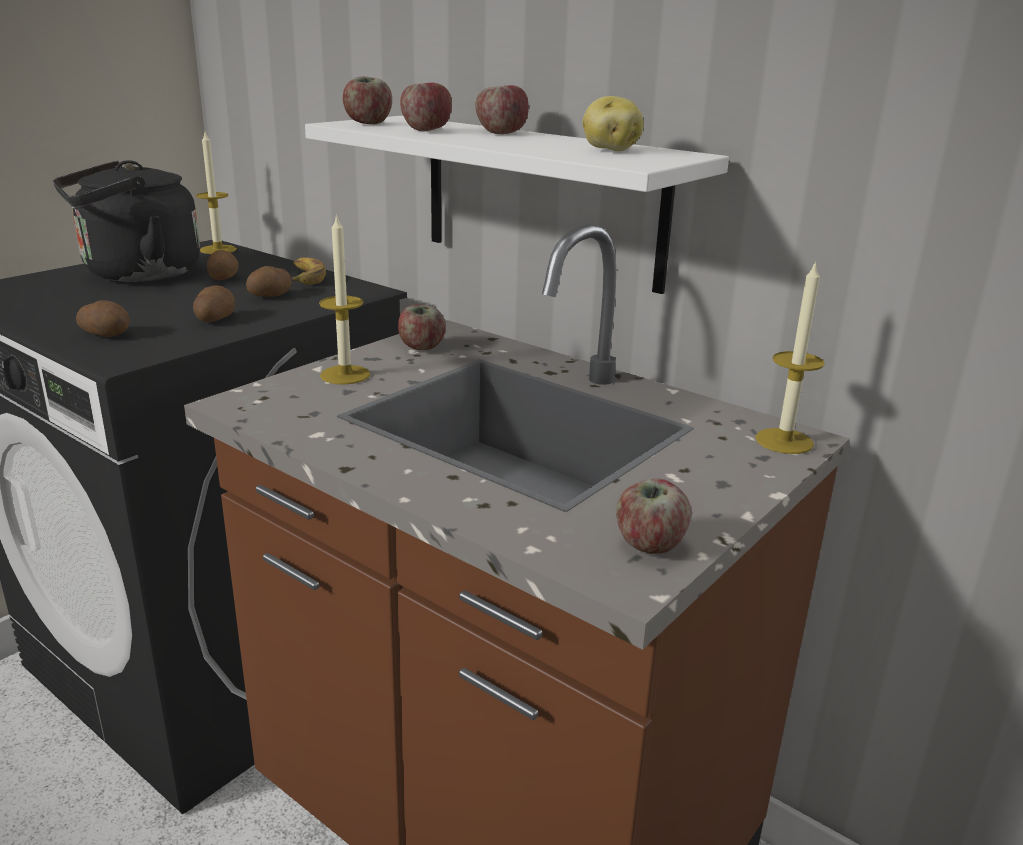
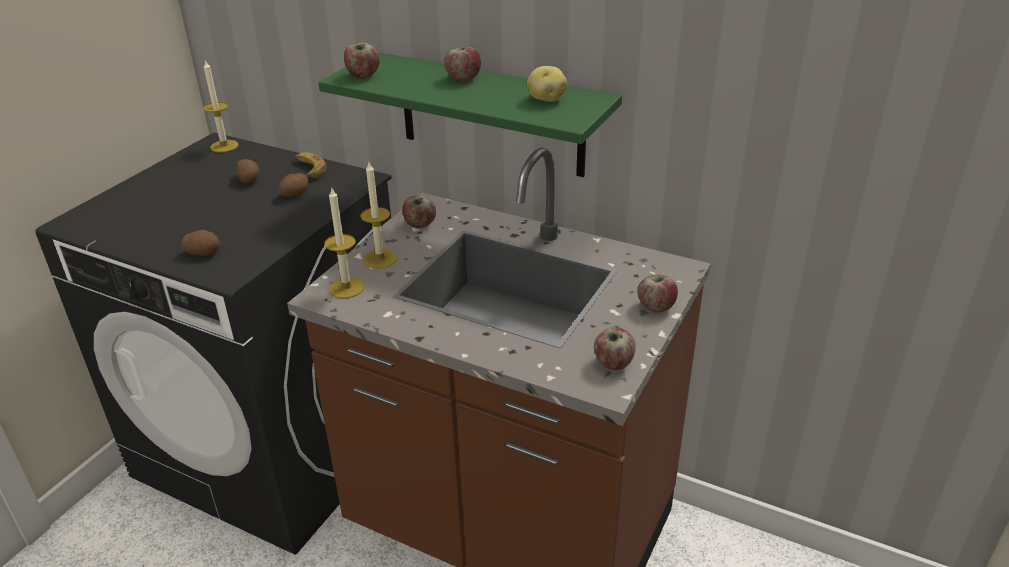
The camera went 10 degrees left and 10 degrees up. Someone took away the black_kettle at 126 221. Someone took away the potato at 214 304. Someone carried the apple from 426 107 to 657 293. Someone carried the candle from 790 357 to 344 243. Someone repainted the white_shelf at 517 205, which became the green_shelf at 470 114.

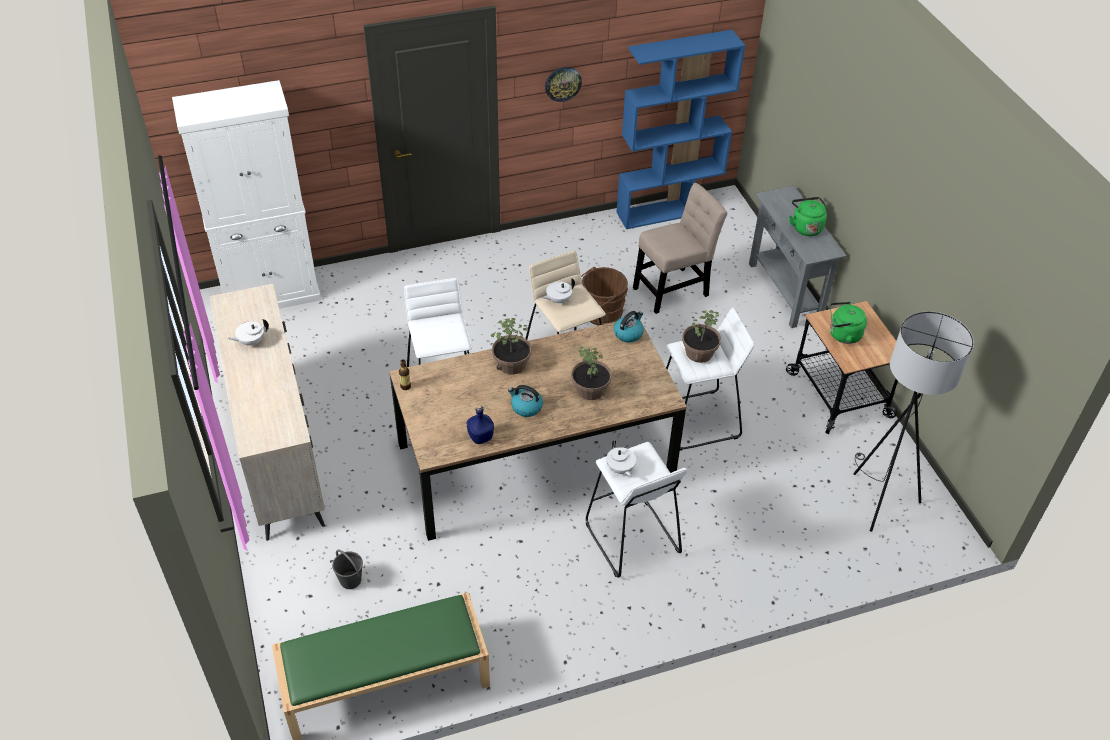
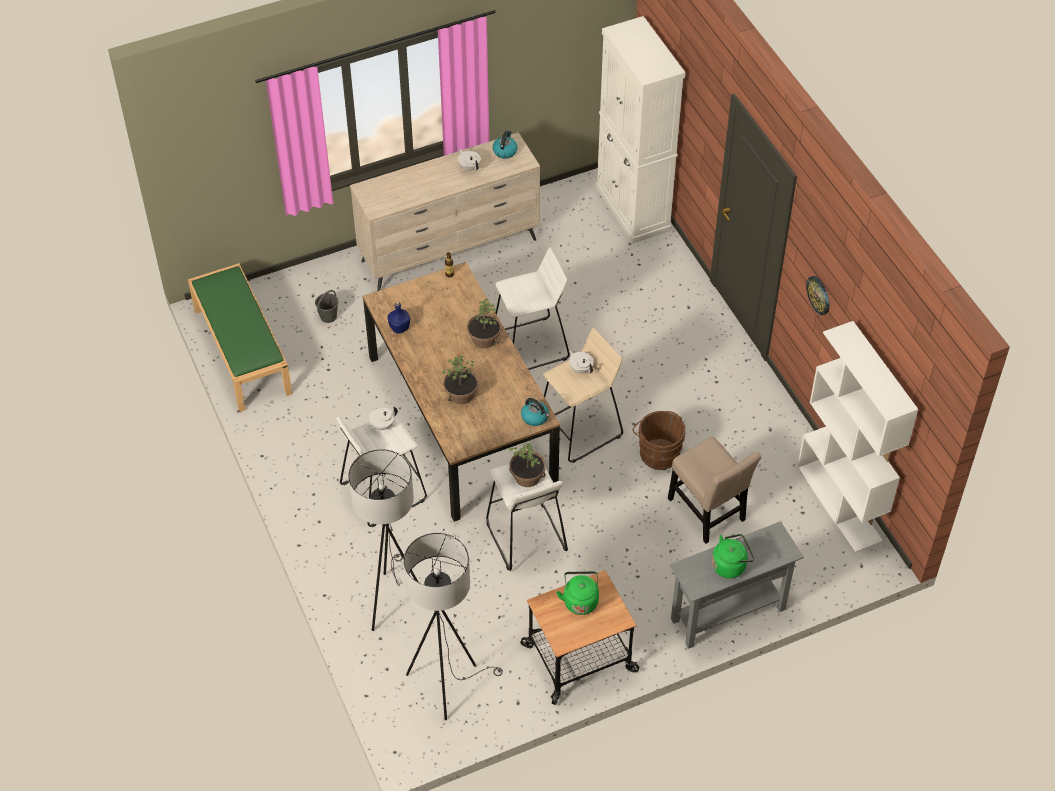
The camera went 85 degrees right and 5 degrees up. Someone put down the grey_floor_lamp at 383 540. Someone carried the kettle from 525 401 to 505 144. Someone repainted the blue_bookcase at 680 129, which became the white_bookcase at 857 437.

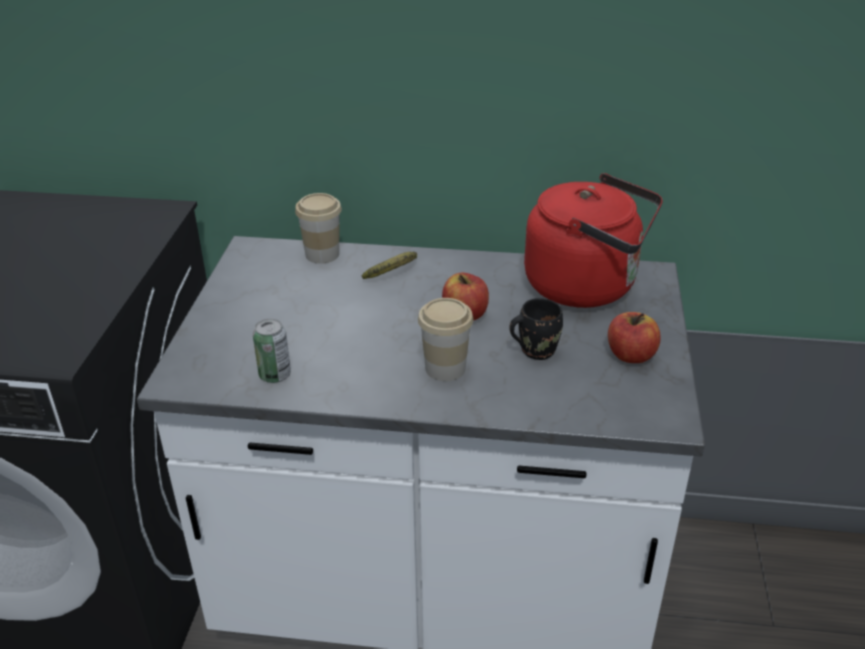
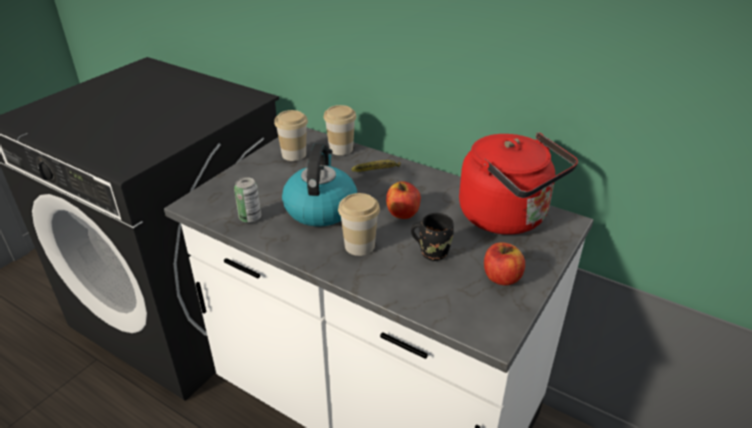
The camera went 25 degrees right and 0 degrees up. Someone put down the cup at 291 135. Someone put down the kettle at 319 184.

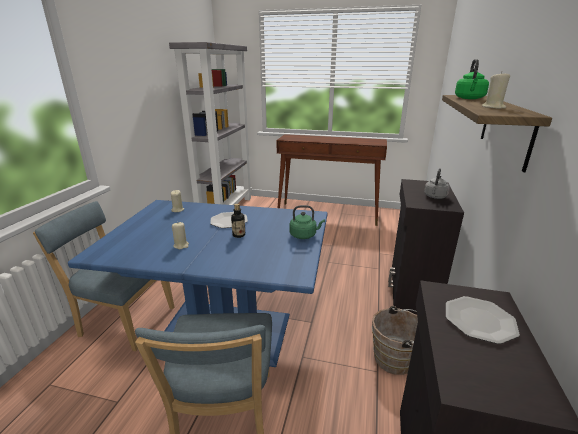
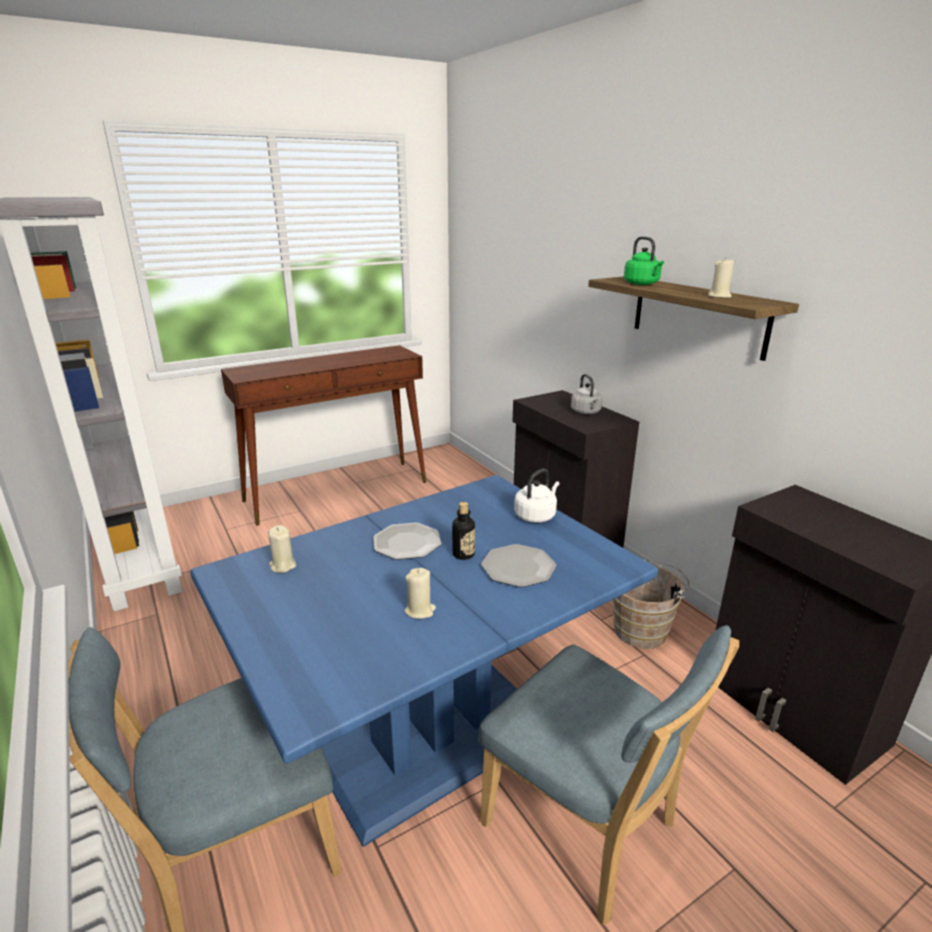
The camera went 45 degrees left and 0 degrees up. Someone carried the plate from 483 320 to 518 565. Someone repainted the green_kettle at 307 222, which became the white_kettle at 536 496.

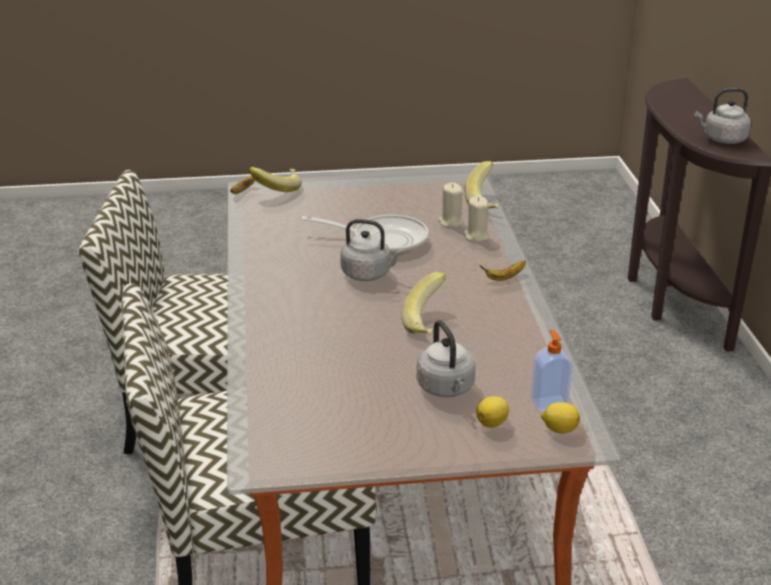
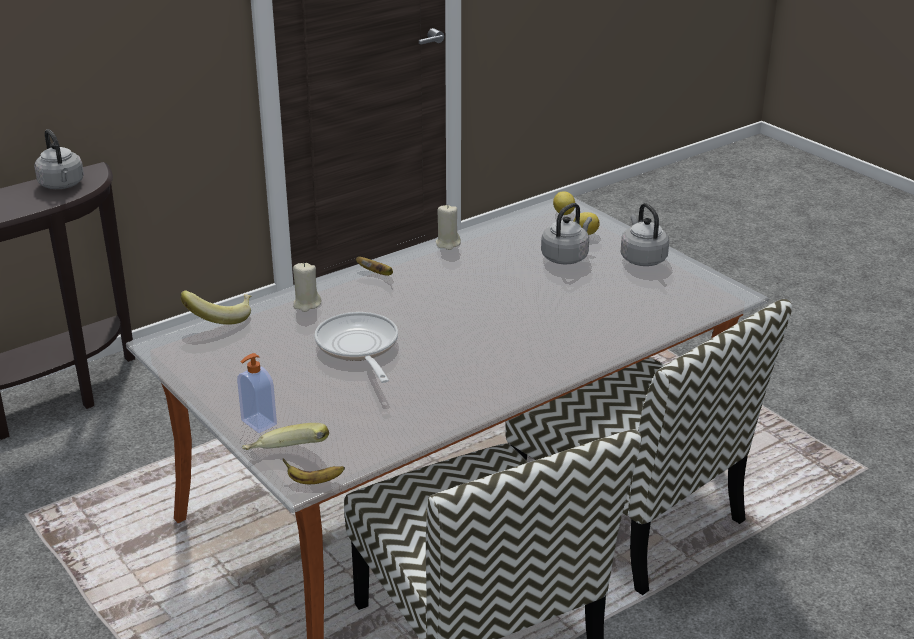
The camera went 120 degrees left and 0 degrees up. Someone took away the banana at 423 303. Someone carried the grey_kettle from 372 250 to 645 234. Someone carried the beige_candle from 451 205 to 448 227. Someone carried the soap_dispenser from 552 371 to 257 393.

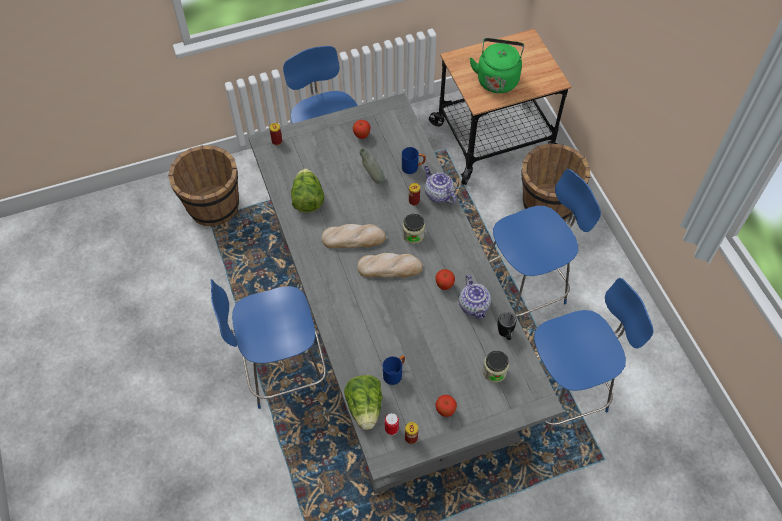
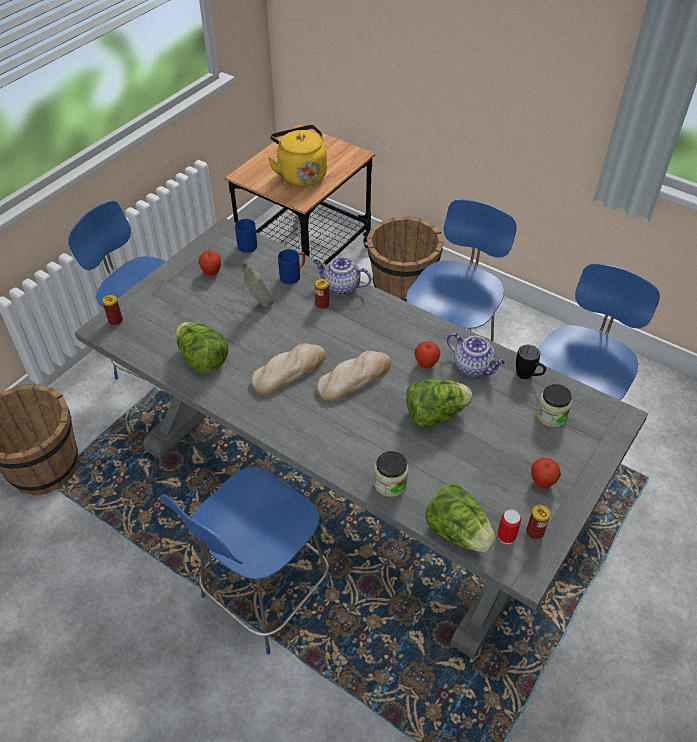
The camera went 35 degrees left and 10 degrees down. Someone put down the lettuce at 439 403. Someone carried the blue_mug from 394 370 to 246 235. Someone carried the jar from 413 229 to 391 474. Someone repainted the green_kettle at 496 65, which became the yellow_kettle at 297 156.

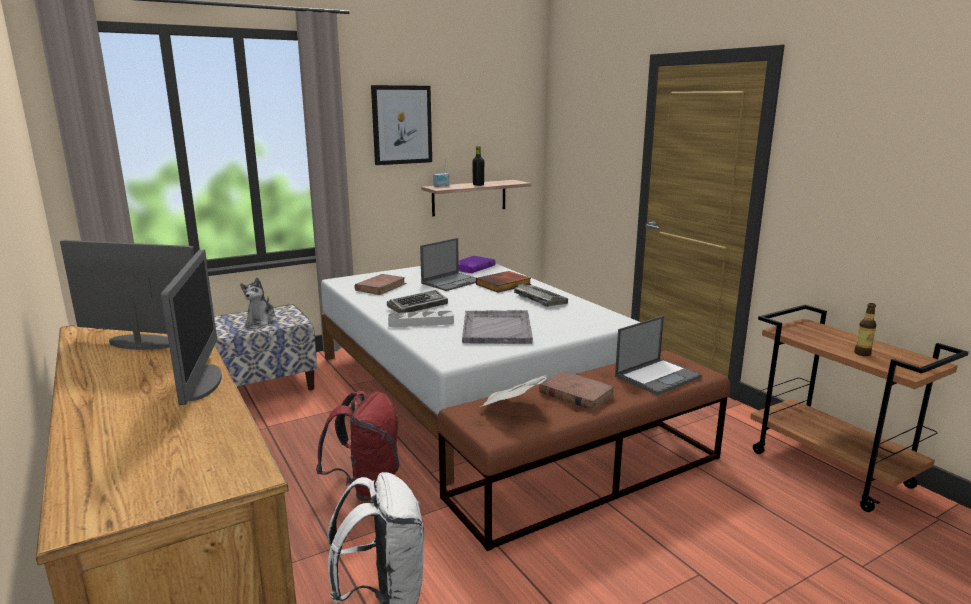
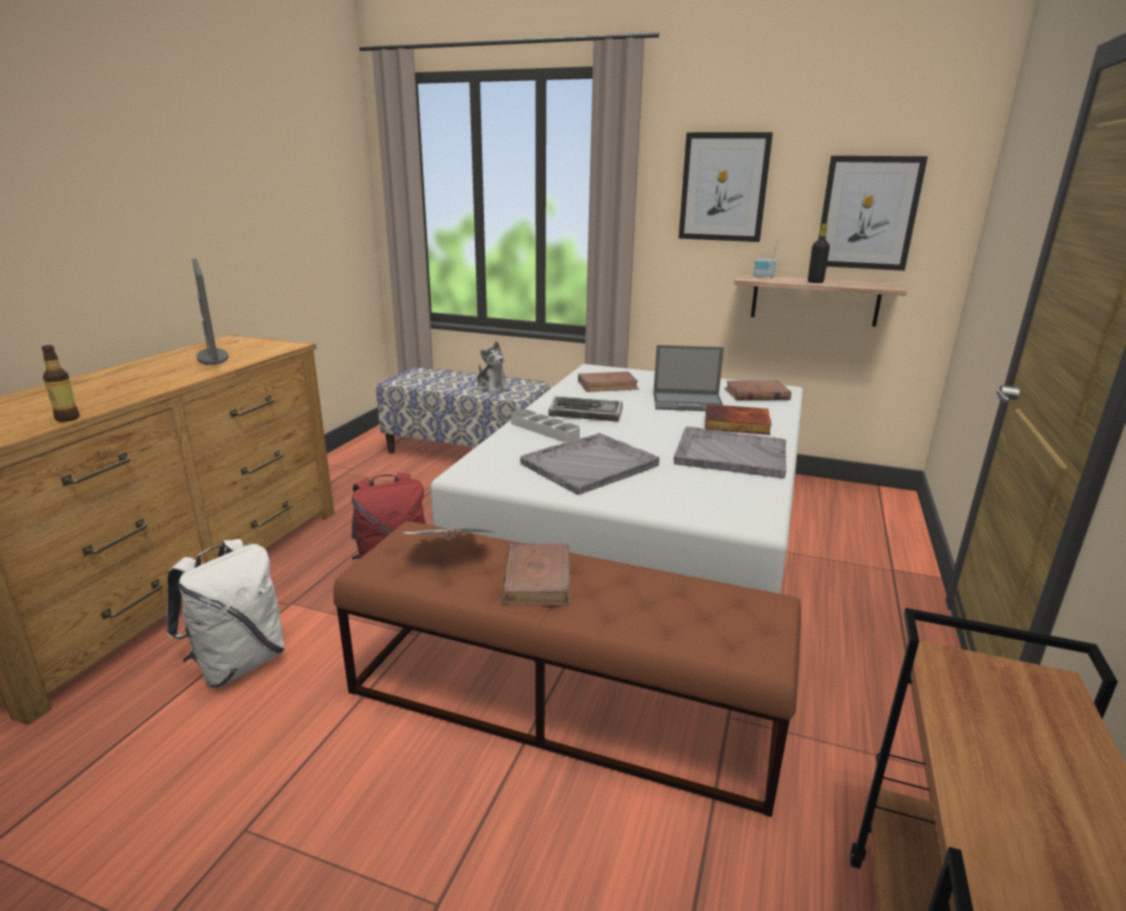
The camera went 50 degrees right and 5 degrees up. Someone took away the monitor at 191 327. Someone took away the laptop at 658 355. Someone put up the picture at 873 213. Someone carried the bottle from 865 329 to 60 383. Someone swapped the keyboard at 541 295 for the grey_tray at 729 452. Someone repainted the purple_book at 477 264, which became the brown_book at 757 390. Someone rotated the plush_toy at 258 302 by 90 degrees counterclockwise.

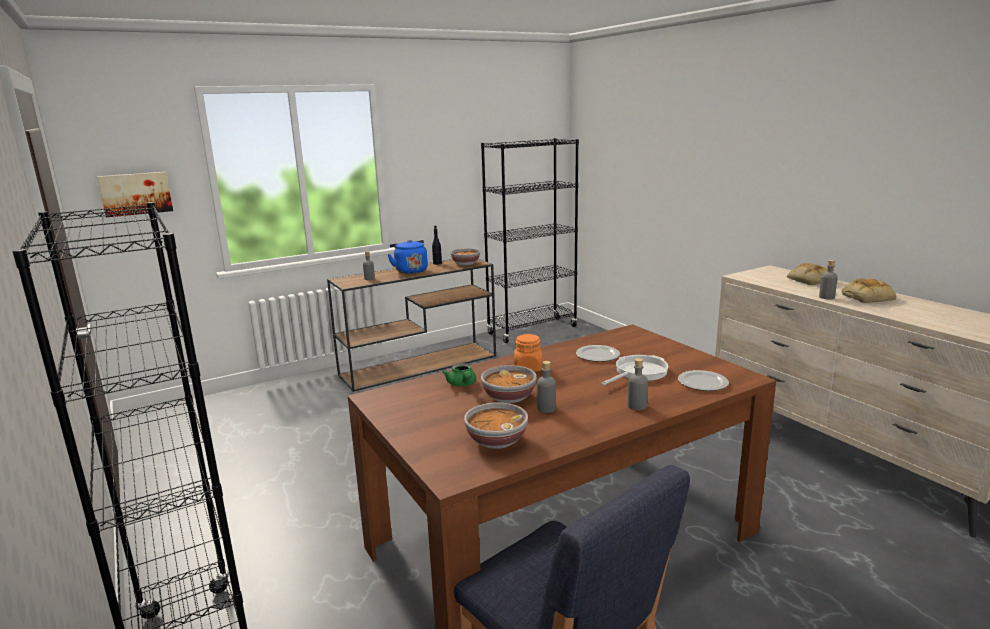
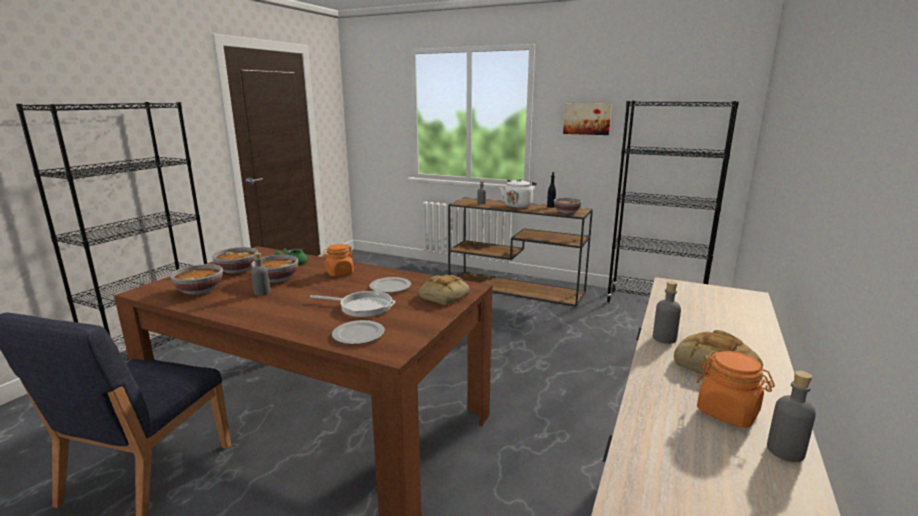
The camera went 55 degrees right and 0 degrees up. Someone put down the bowl at 235 260. Someone put down the orange_jar at 735 389. Someone carried the picture from 135 194 to 587 119. Someone carried the grey_bottle from 638 384 to 791 416. Someone carried the bread from 807 274 to 444 290. Someone repainted the blue_kettle at 408 257, which became the white_kettle at 518 193.

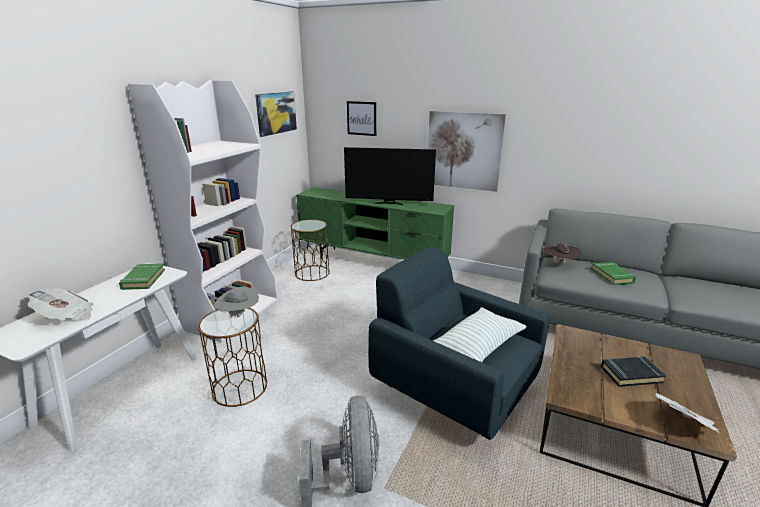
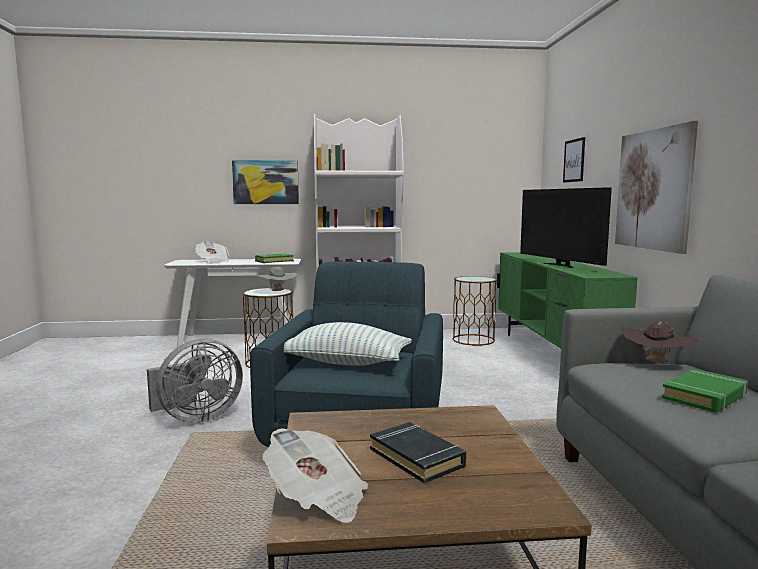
The camera went 60 degrees right and 15 degrees down. Someone carried the picture from 276 114 to 265 182.

